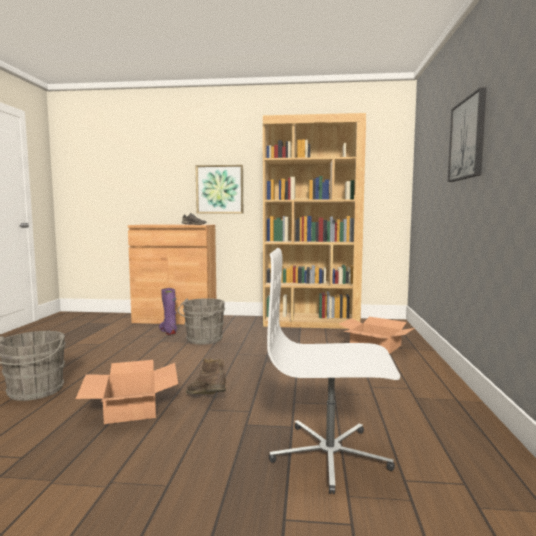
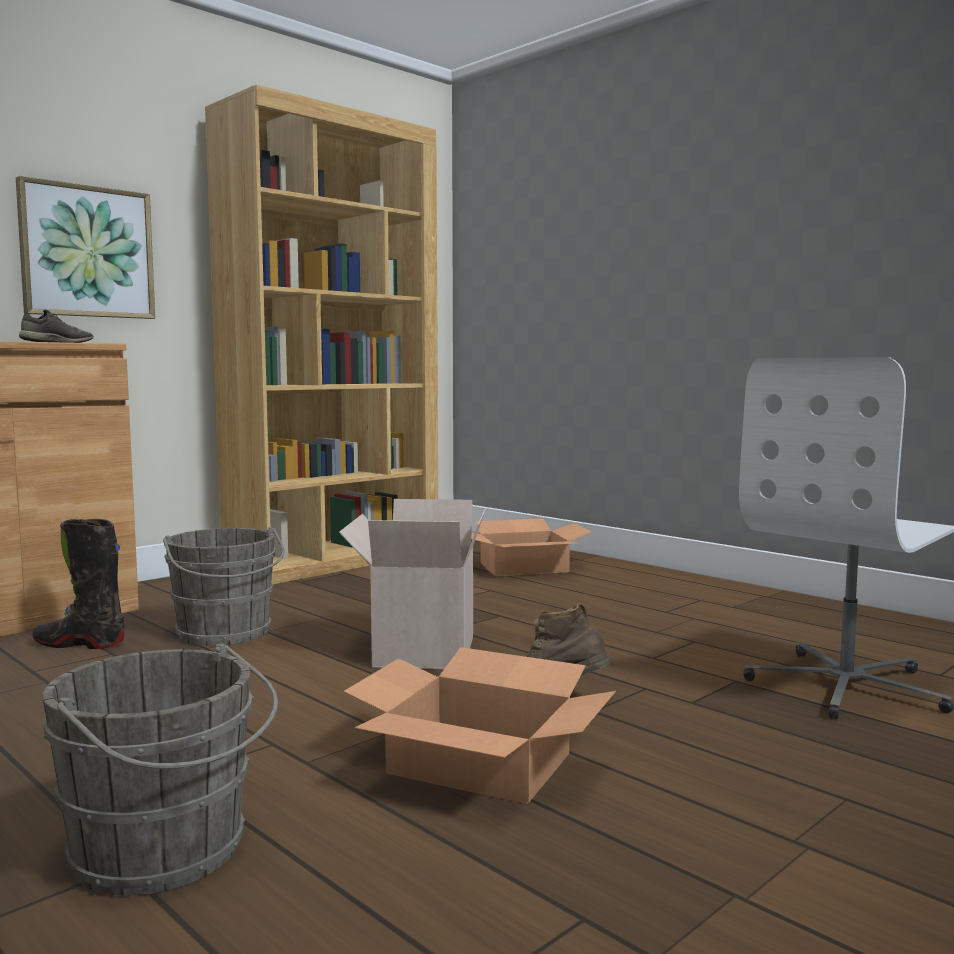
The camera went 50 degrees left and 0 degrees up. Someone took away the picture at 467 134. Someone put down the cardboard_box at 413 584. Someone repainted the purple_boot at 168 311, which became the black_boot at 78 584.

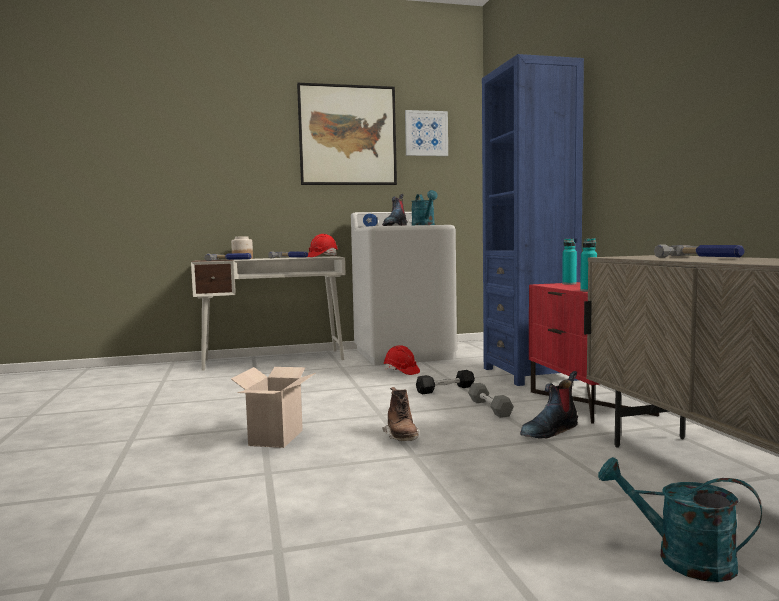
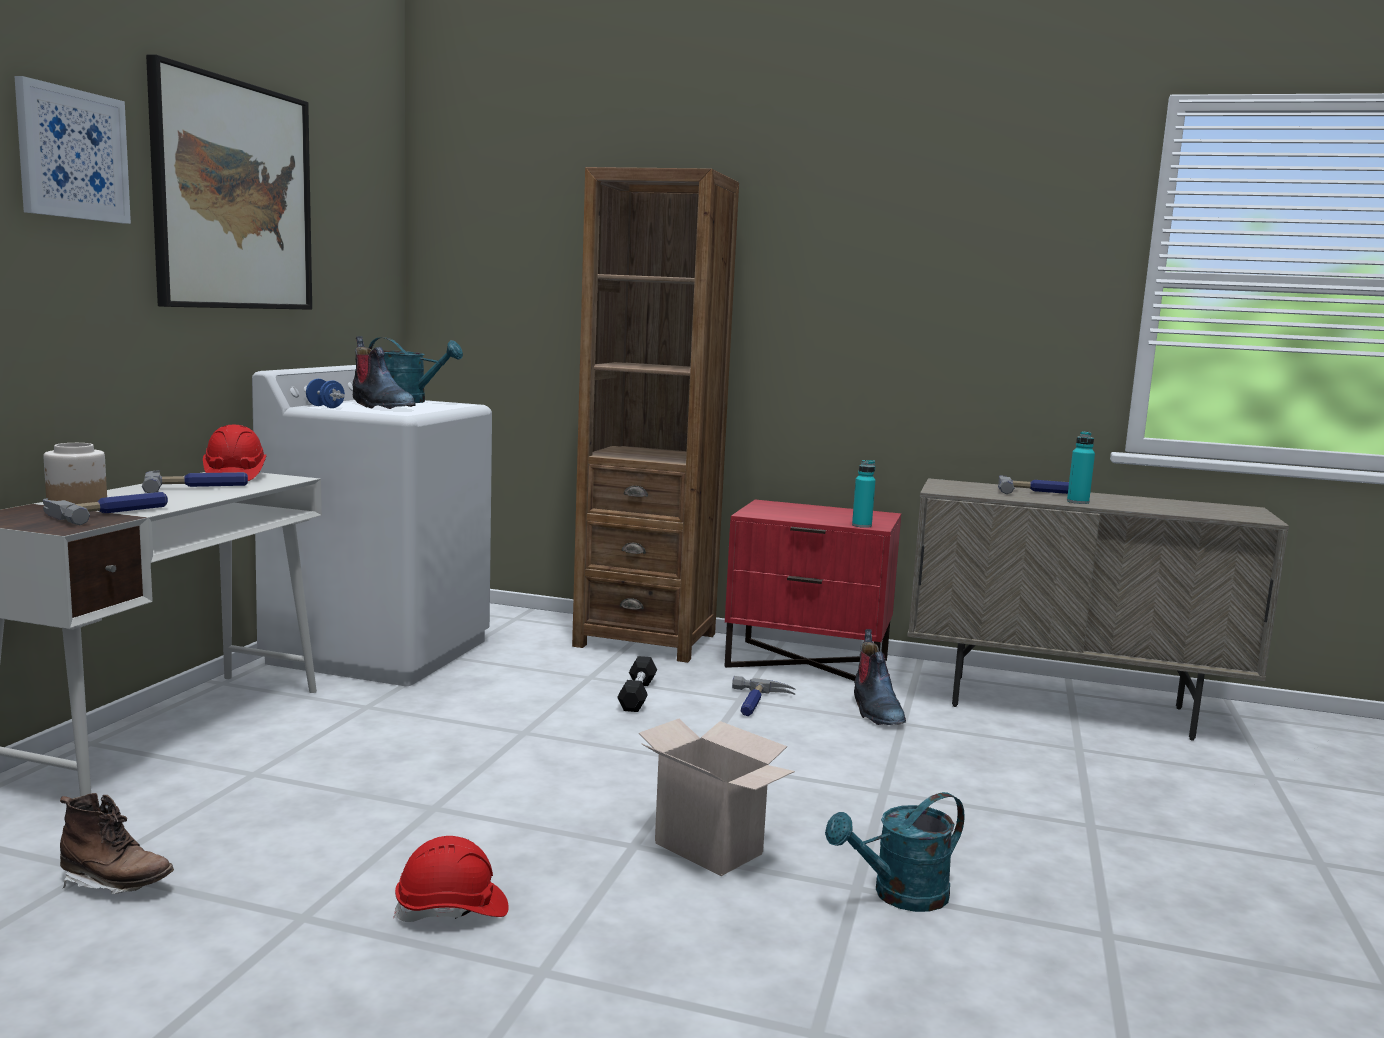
The camera went 60 degrees left and 5 degrees up. Someone carried the brown_boot from 400 414 to 117 843. Someone carried the red_hard_hat from 402 360 to 450 879. Someone carried the picture from 426 133 to 72 150. Someone carried the turquoise_bottle from 569 261 to 1081 467. Someone carried the turquoise_watering_can from 680 519 to 895 852. Someone swapped the grey_dumbbell at 491 400 for the hammer at 764 696. Someone repainted the blue_bookcase at 533 220, which became the brown_bookcase at 655 415.

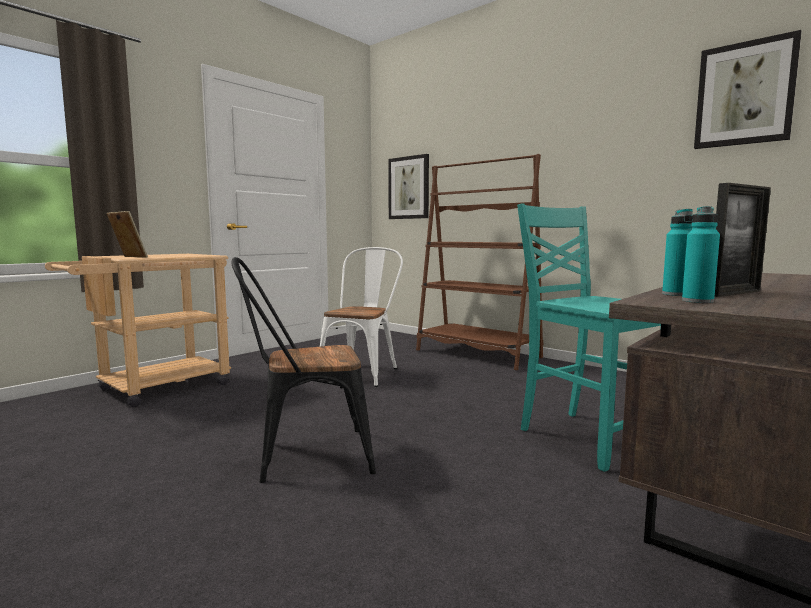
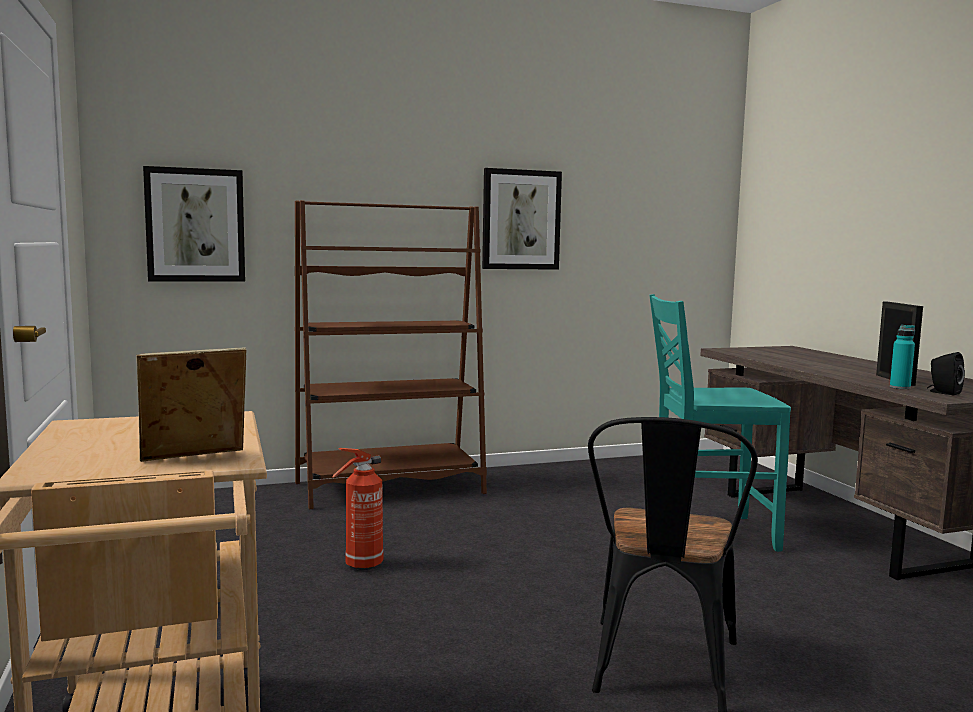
The camera went 60 degrees left and 0 degrees up. Someone carried the picture from 748 89 to 522 219. Someone swapped the white_chair at 361 317 for the fire_extinguisher at 357 509. Someone swapped the turquoise_bottle at 701 254 for the black_speaker at 946 373.

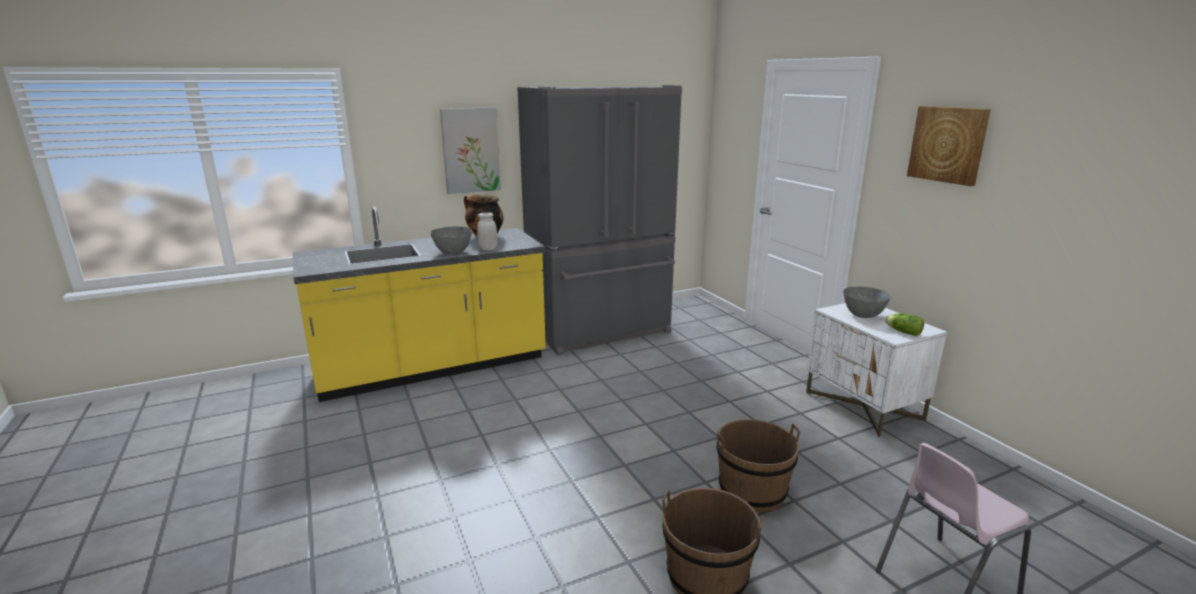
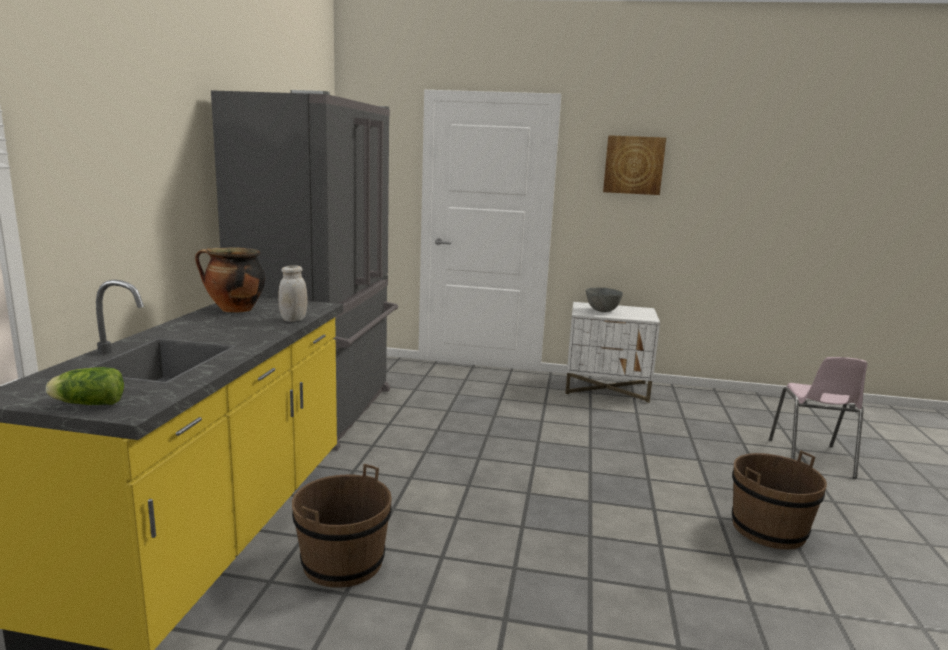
The camera went 55 degrees left and 5 degrees down. Someone took away the grey_bowl at 451 240. Someone took away the picture at 470 150. Someone carried the brown_bucket from 758 465 to 341 526. Someone carried the lettuce from 904 324 to 85 386.

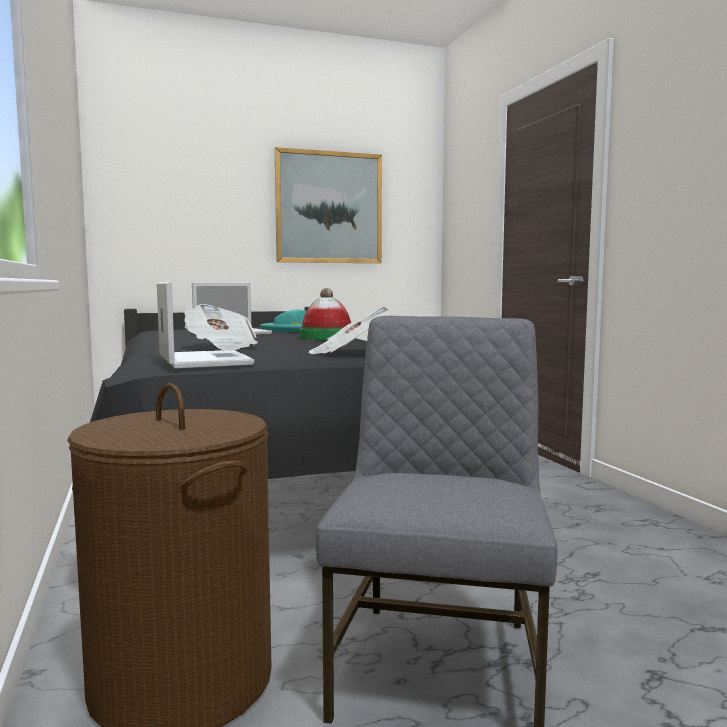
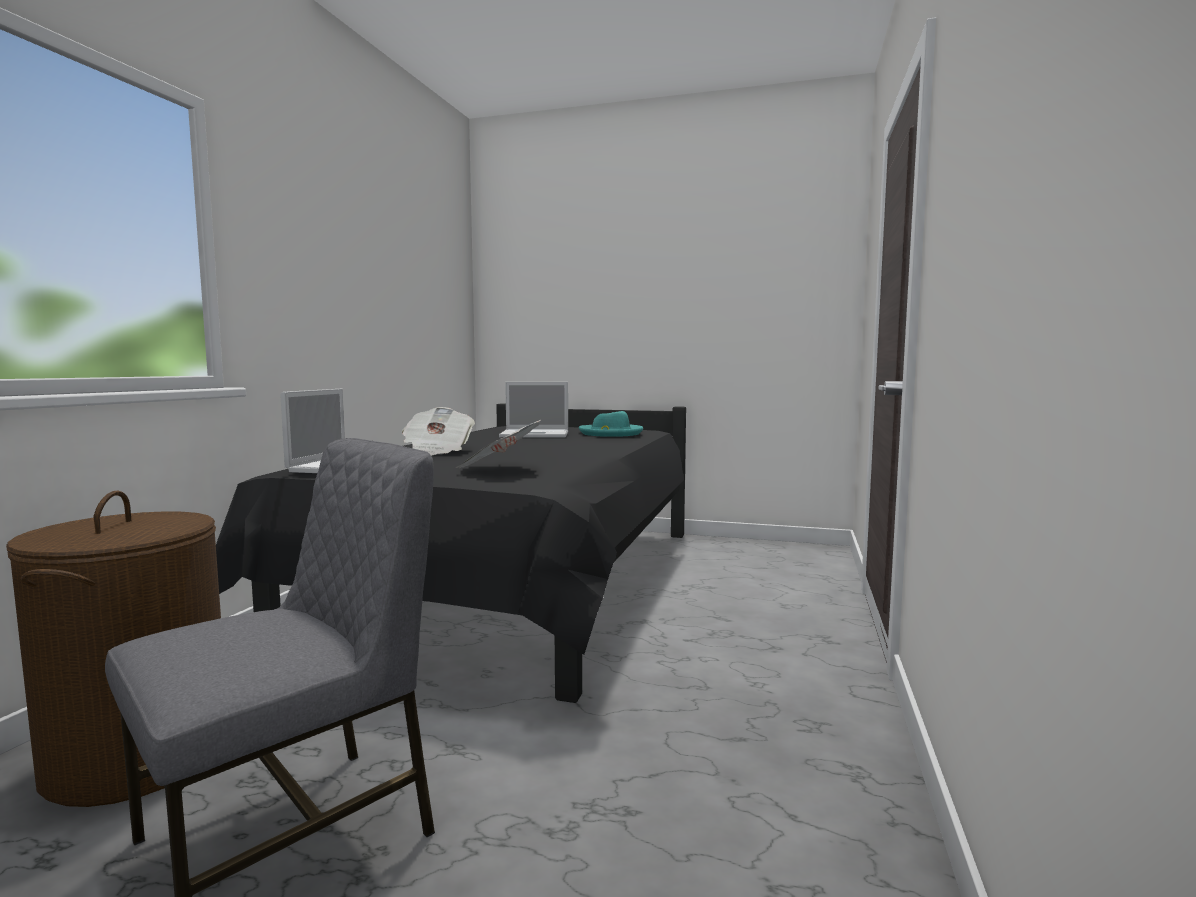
The camera went 35 degrees right and 0 degrees up. Someone took away the picture at 328 205. Someone took away the hat at 325 314.

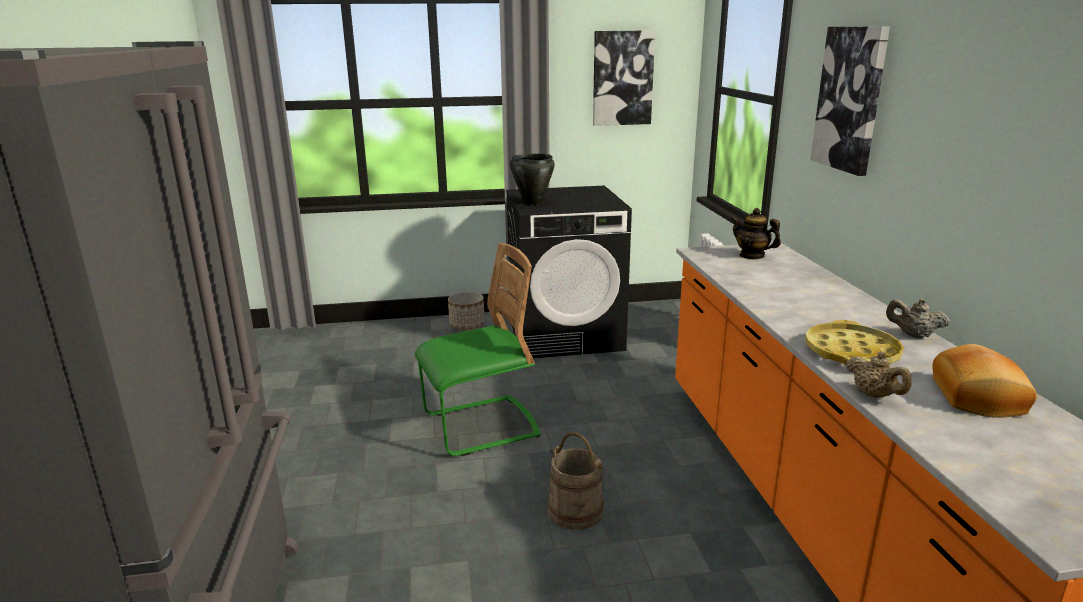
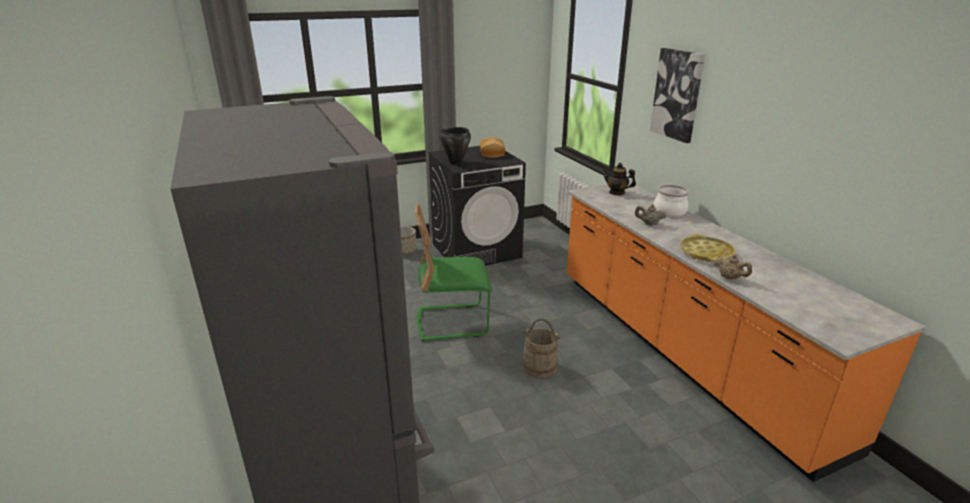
The camera went 15 degrees left and 5 degrees up. Someone took away the picture at 624 78. Someone put down the cooking_pot at 671 200. Someone carried the beige_teapot from 918 319 to 651 215. Someone carried the bread from 984 381 to 492 147. Someone rotated the green_chair at 478 349 by 150 degrees counterclockwise.

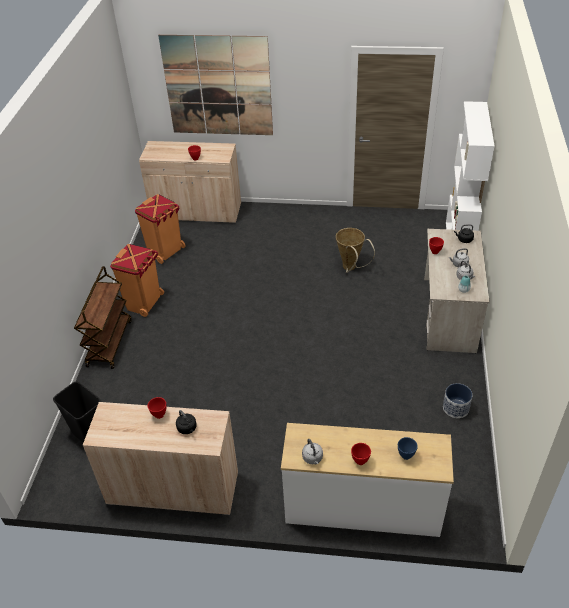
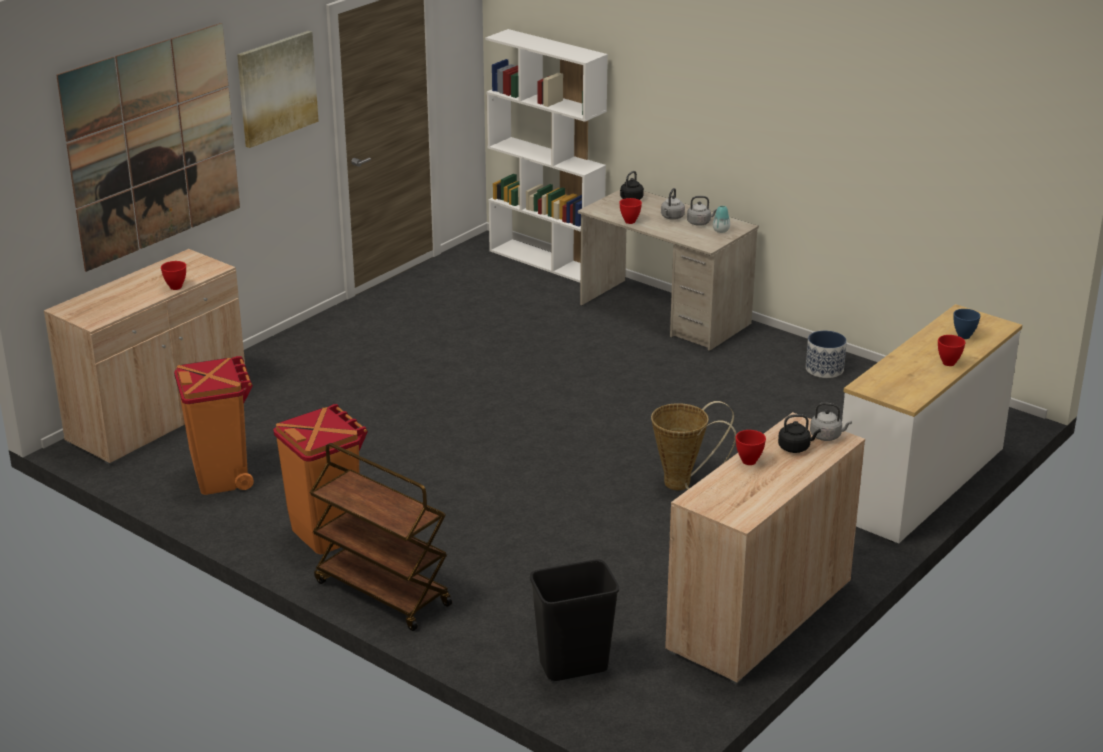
The camera went 60 degrees left and 15 degrees down. Someone put up the picture at 278 89. Someone carried the grey_kettle from 312 451 to 831 422. Someone carried the basket from 355 250 to 693 445.

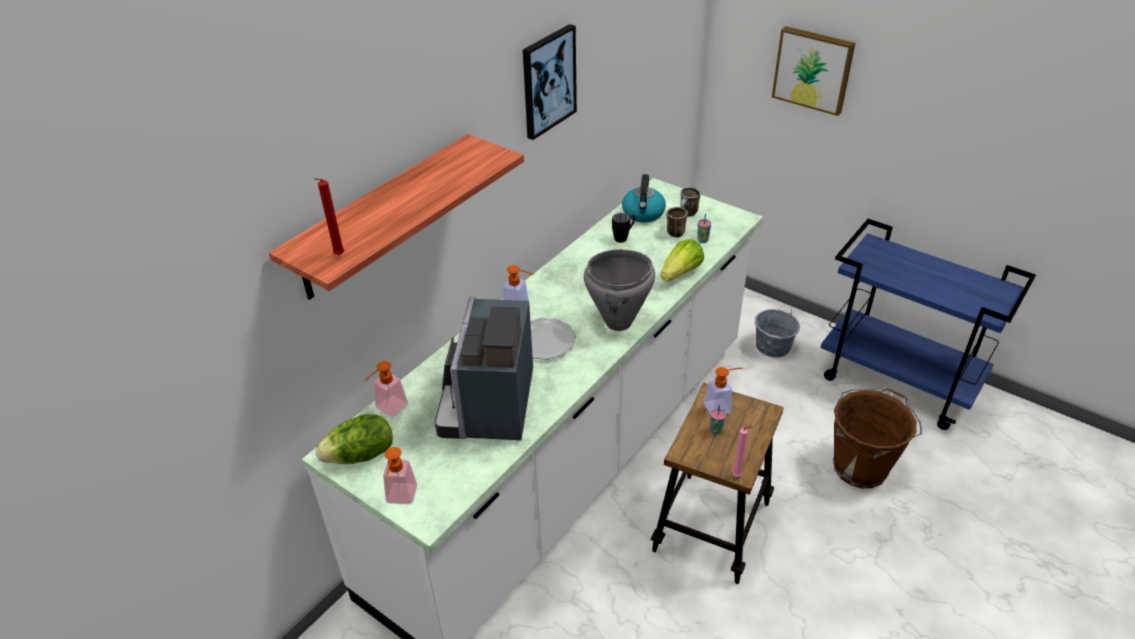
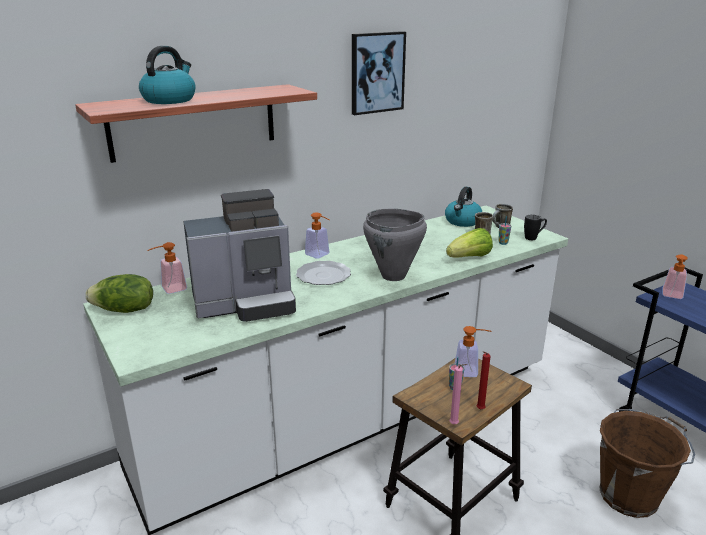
The camera went 20 degrees right and 15 degrees down. Someone took away the grey_bucket at 777 330. Someone took away the picture at 813 71. Someone put down the kettle at 167 75. Someone carried the red_candle from 329 216 to 484 380. Someone carried the soap_dispenser from 400 475 to 675 277. Someone carried the black_mug from 623 228 to 535 227. Someone rotated the coffee_machine at 484 368 by 135 degrees counterclockwise.

